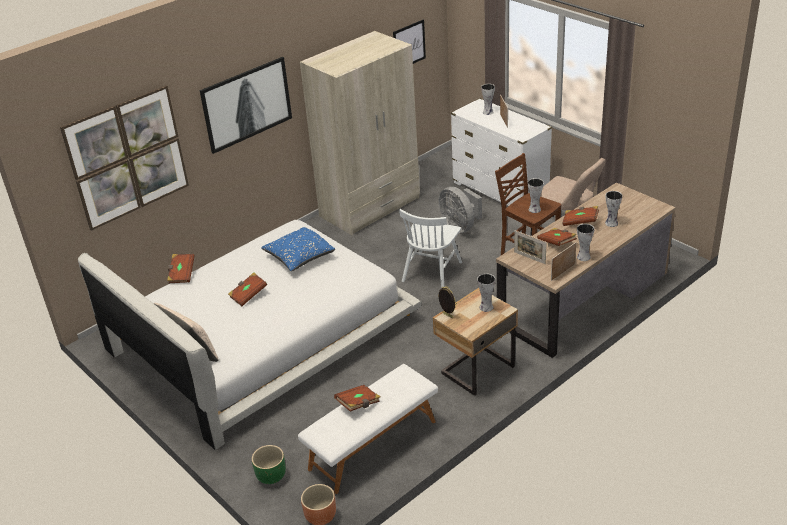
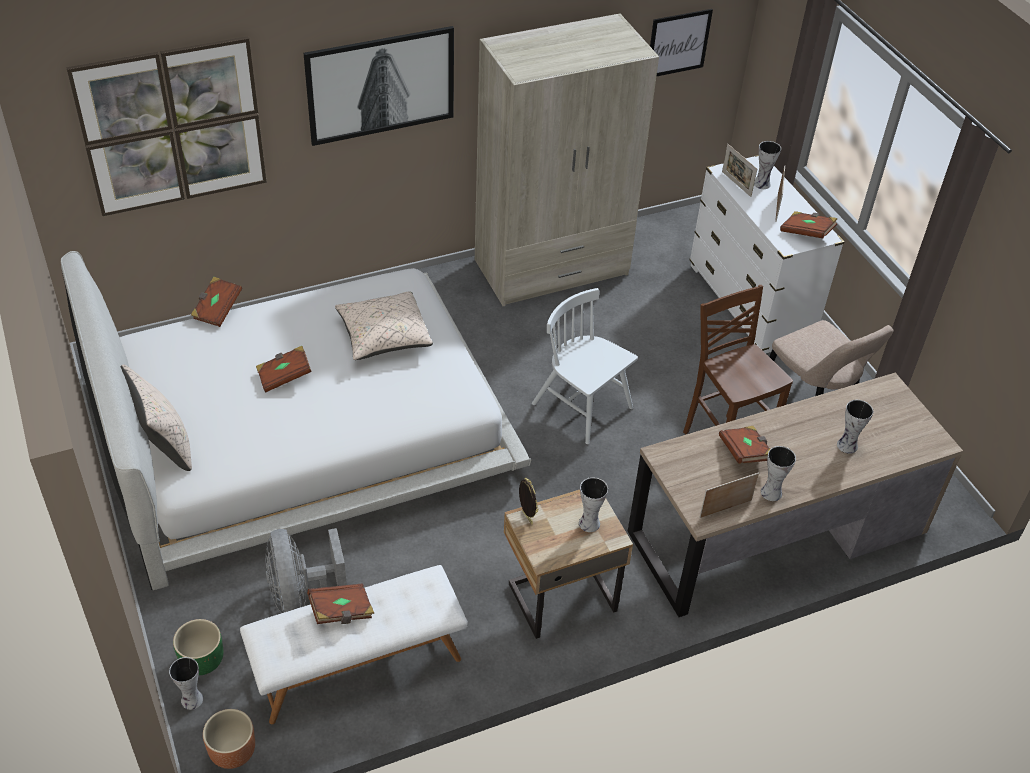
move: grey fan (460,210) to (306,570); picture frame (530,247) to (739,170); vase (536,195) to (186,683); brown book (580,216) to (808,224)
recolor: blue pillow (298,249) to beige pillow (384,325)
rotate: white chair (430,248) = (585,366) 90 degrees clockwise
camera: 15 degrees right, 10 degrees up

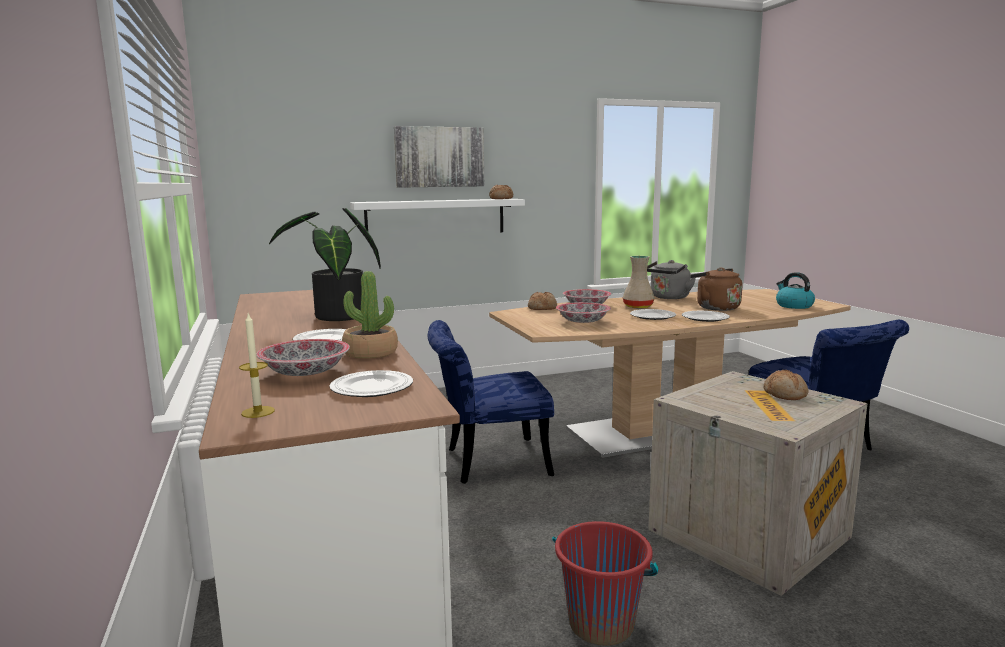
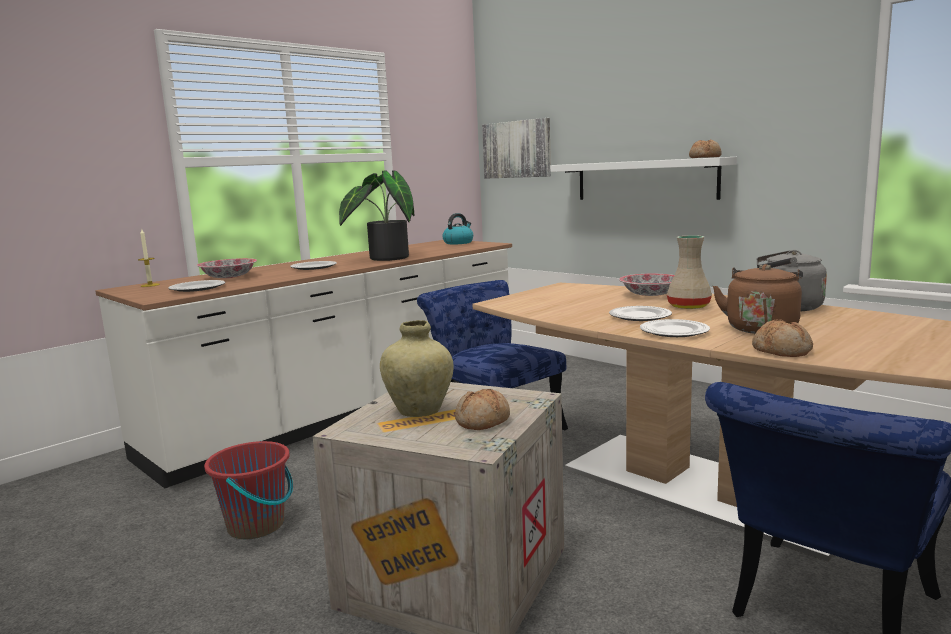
delete: potted plant (370,315); bowl (583,312)
insert: beige vase (416,368)
move: picture (439,157) to (516,148); bread (542,301) to (782,338); kettle (795,290) to (457,228)
camera: 65 degrees right, 0 degrees up

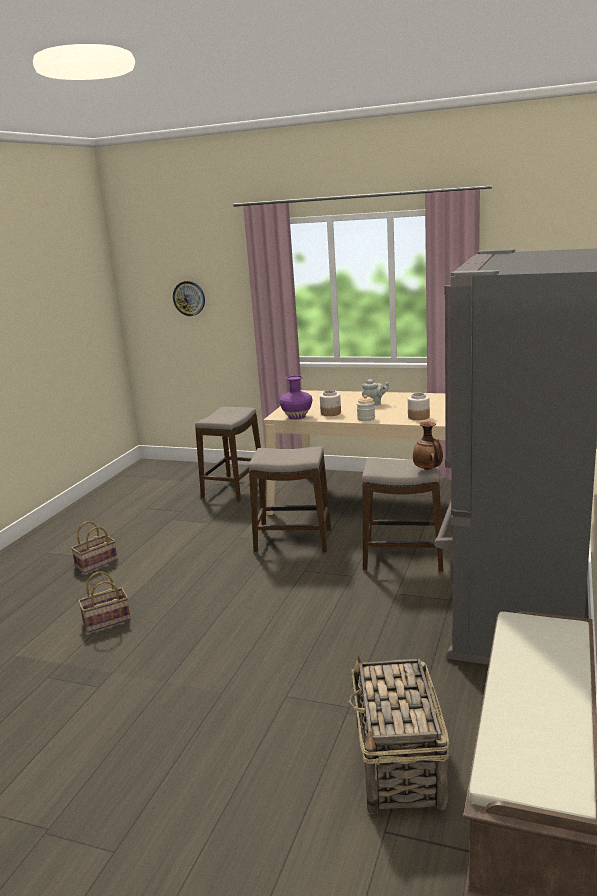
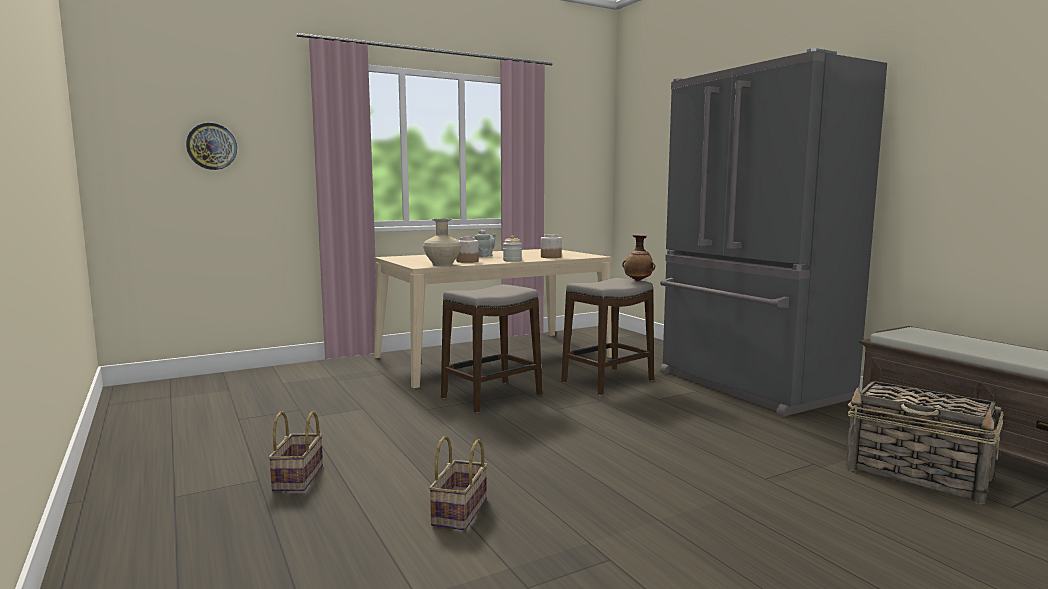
delete: stool (228,454)
recolor: purple vase (296,397) to beige vase (442,242)
camera: 50 degrees left, 10 degrees down

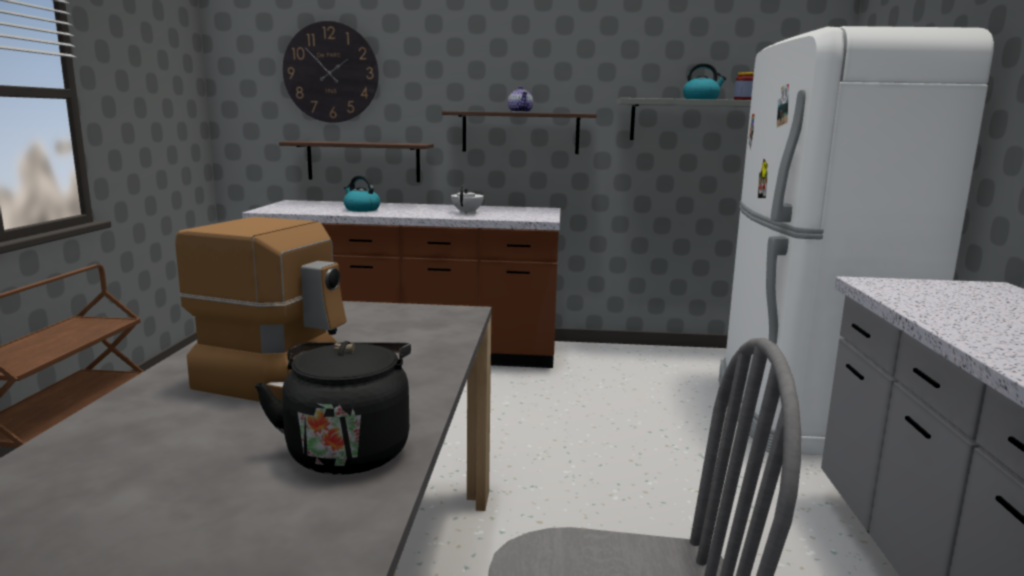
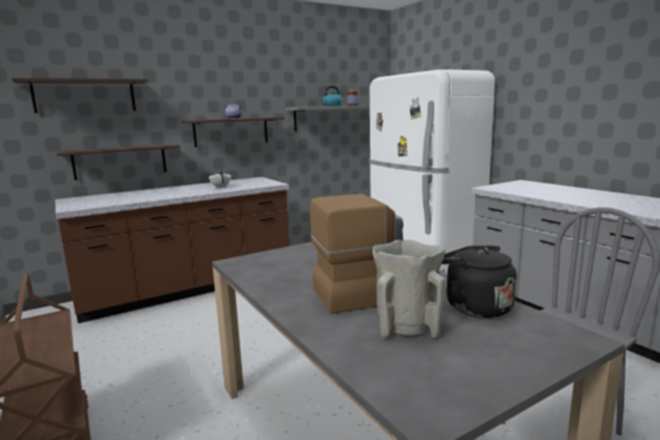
delete: kettle (361,193)
insert: beige vase (409,289)
replace: wall clock (331,72) to shelf (80,95)
camera: 35 degrees left, 0 degrees up

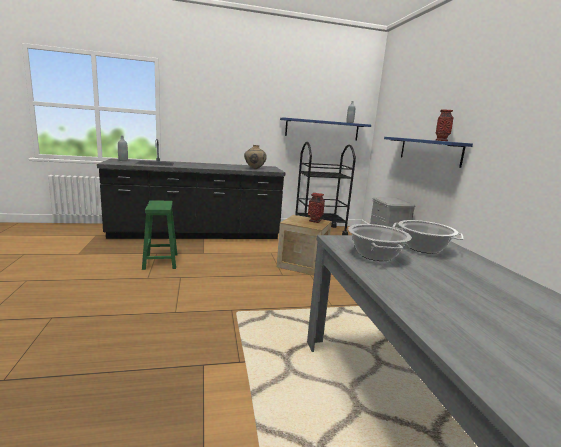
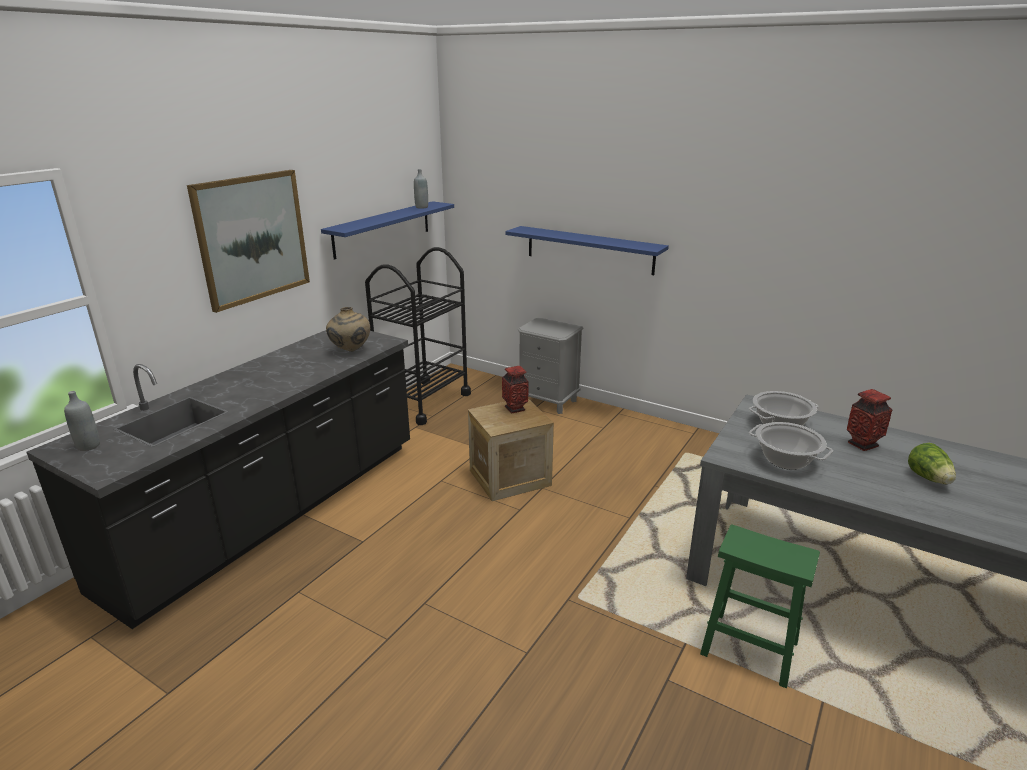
insert: picture (248,241); lettuce (932,463)
move: green stool (159,235) to (760,606); vase (445,125) to (869,420)
camera: 45 degrees left, 10 degrees up

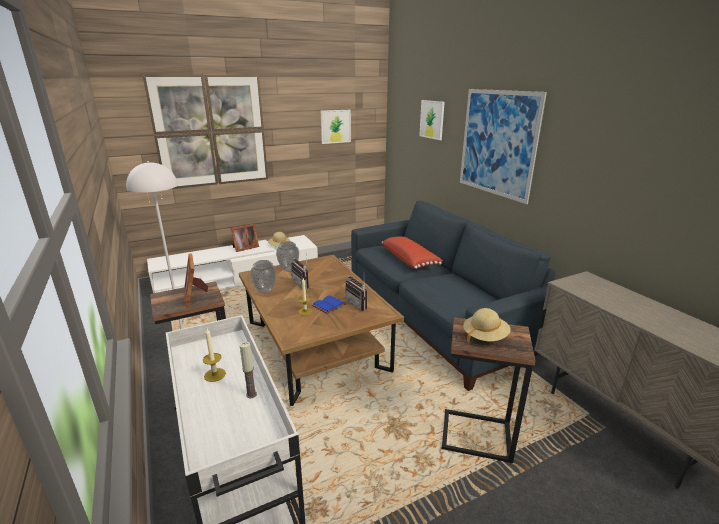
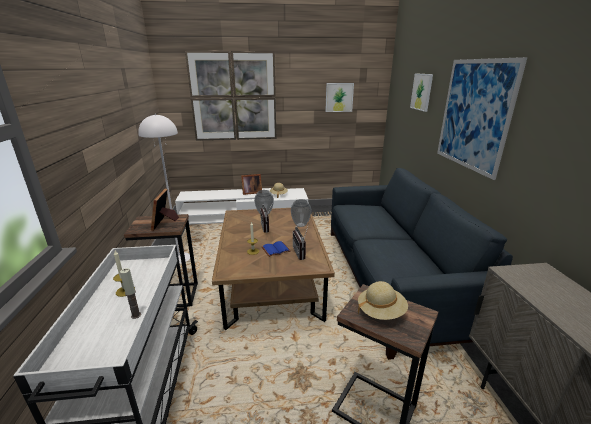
delete: red pillow (412,253)
move: vase (263,277) to (301,213)
camera: 20 degrees right, 0 degrees up

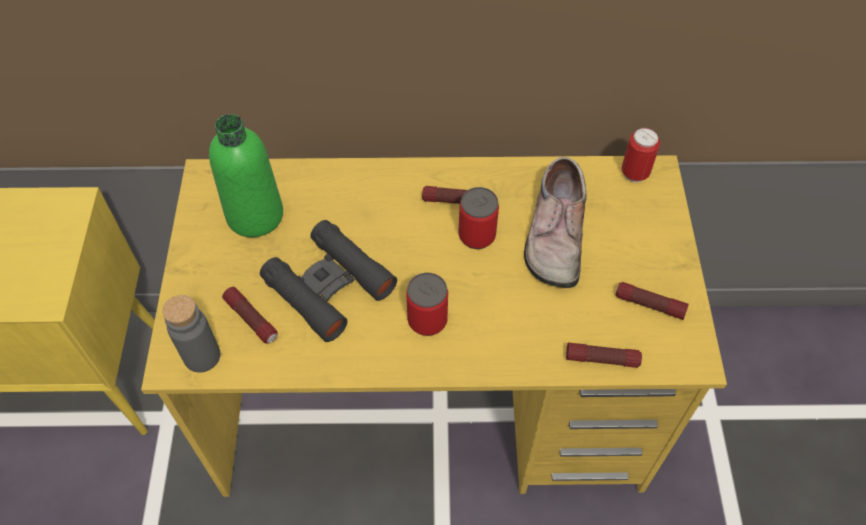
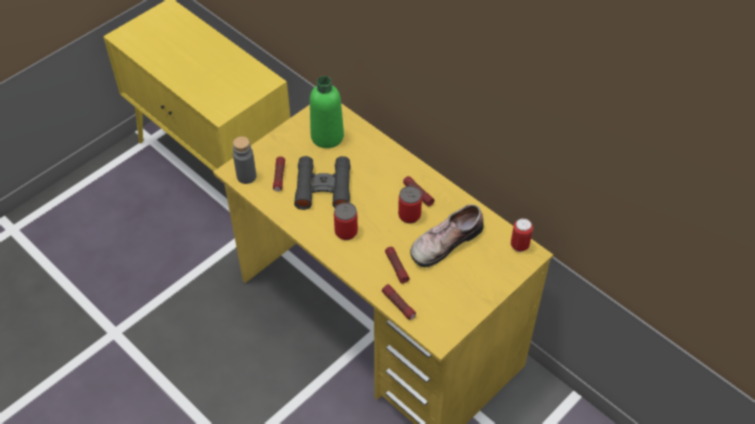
move: flashlight (652,301) to (397,265)
camera: 45 degrees right, 5 degrees down

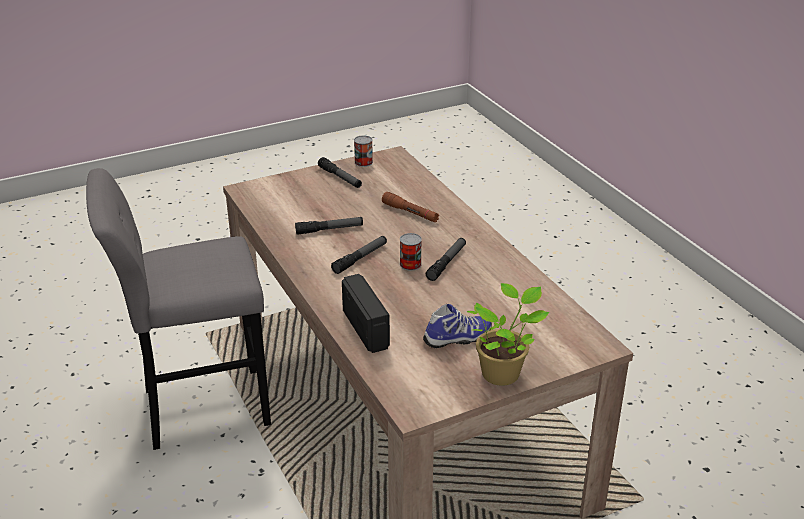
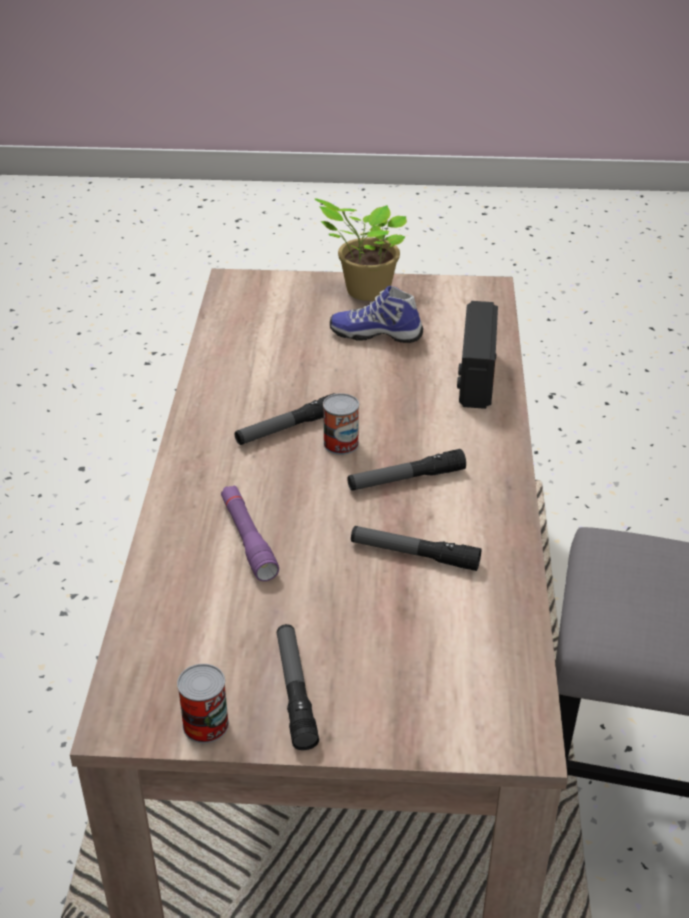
recolor: brown flashlight (410,207) to purple flashlight (250,533)
camera: 150 degrees left, 5 degrees up

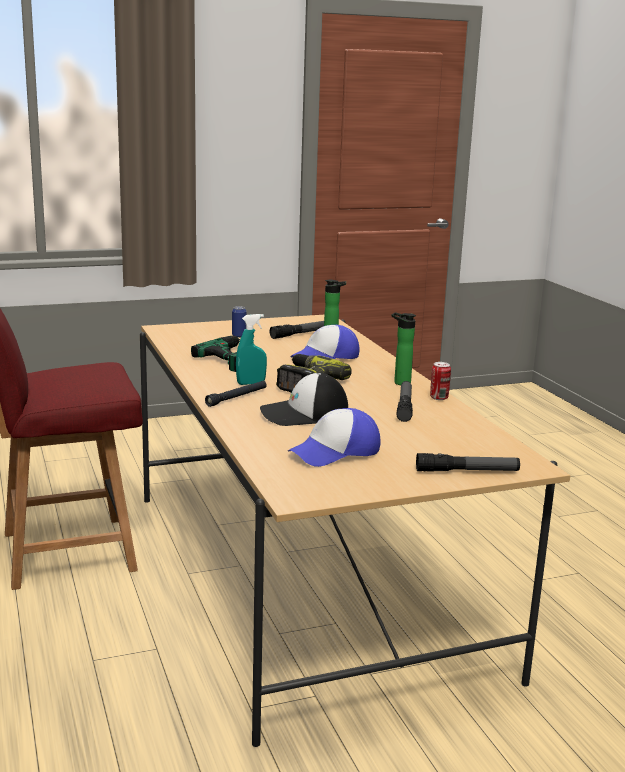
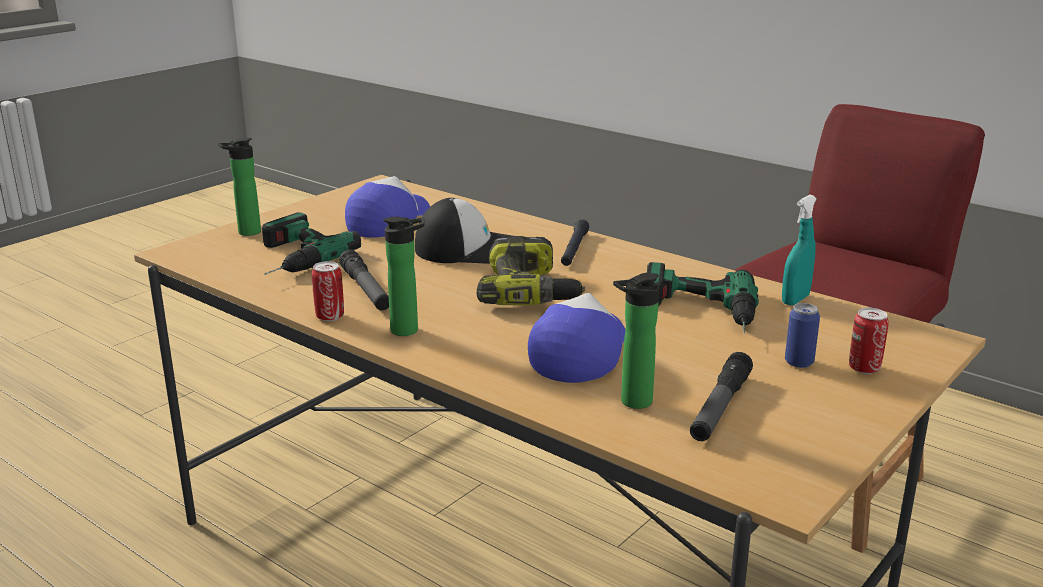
insert: power drill (311,243); can (869,341)
move: turquoise spray bottle (251,349) to (799,250)
replace: flashlight (468,462) to bottle (239,187)
rotate: cap (304,399) = (463,231) 45 degrees clockwise
camera: 150 degrees right, 5 degrees up

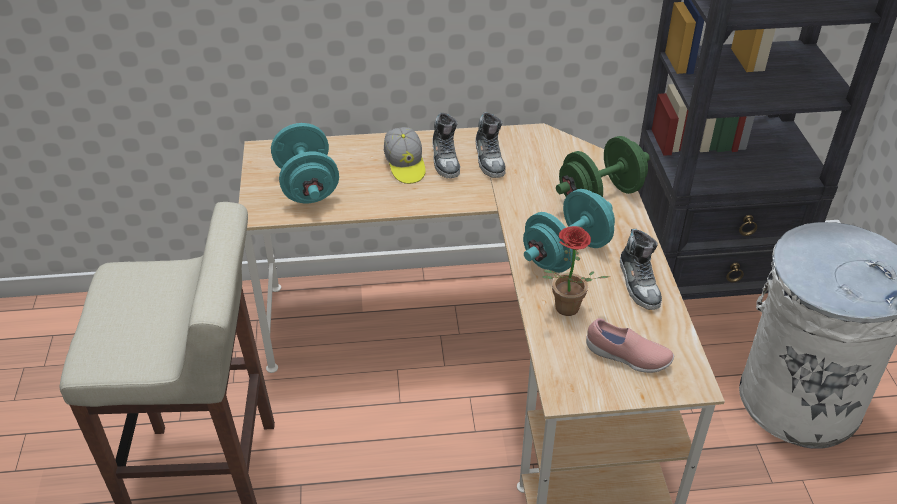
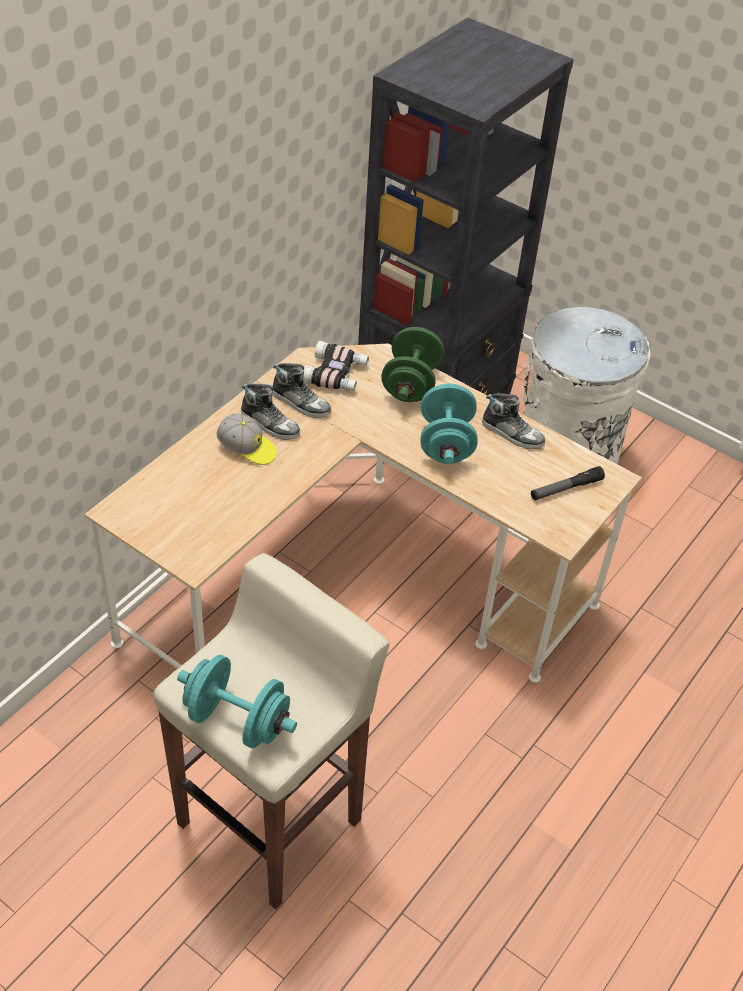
delete: potted plant (576,271)
insert: binoculars (336,366)
move: turquoise dumbbell (305,163) to (237,701)
replace: pink shoe (630,345) to flashlight (568,483)
camera: 50 degrees left, 5 degrees up

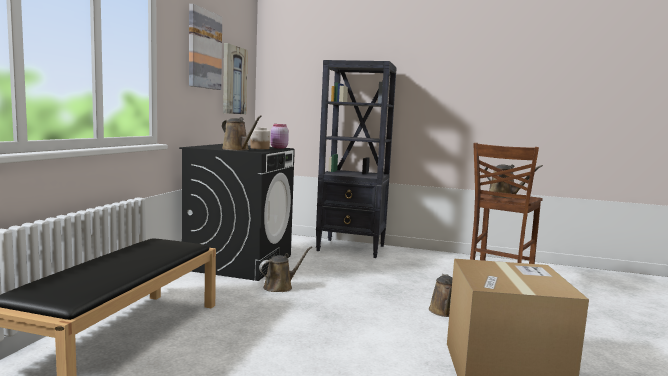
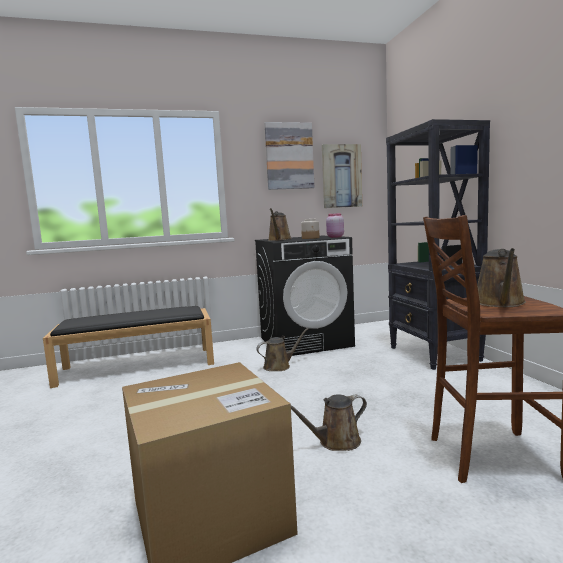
rotate: brown watering can (285,269) = (282,349) 45 degrees counterclockwise
camera: 60 degrees right, 0 degrees up

